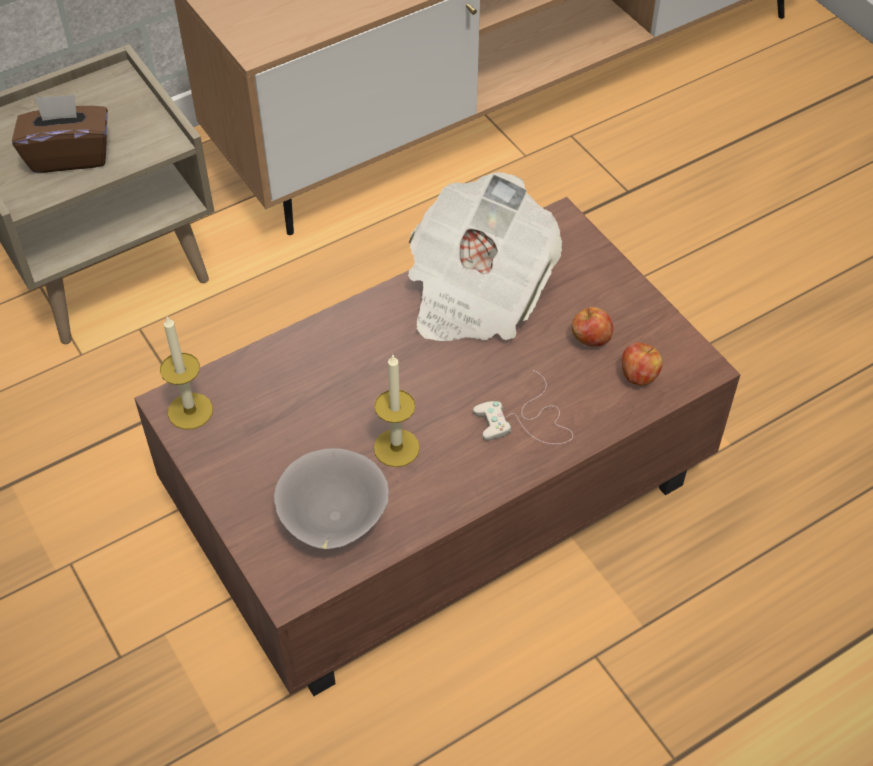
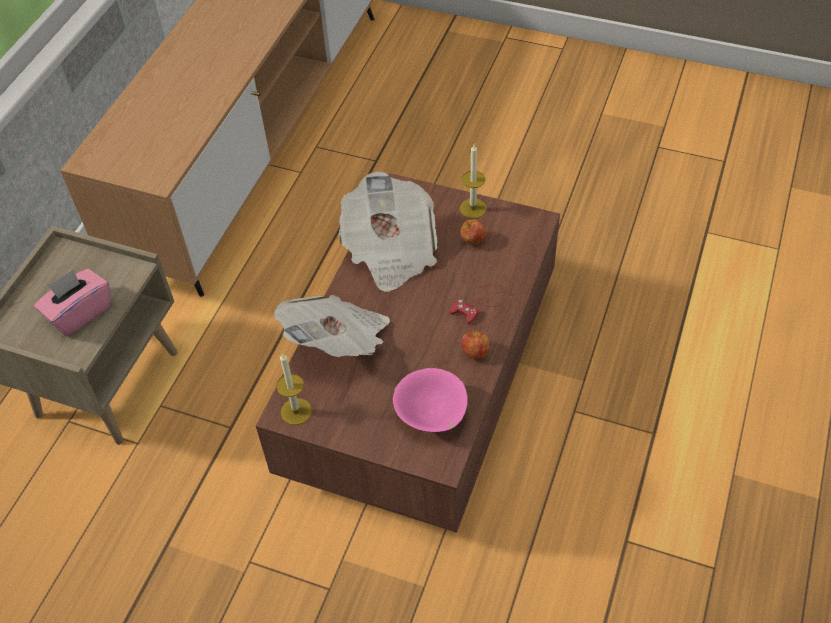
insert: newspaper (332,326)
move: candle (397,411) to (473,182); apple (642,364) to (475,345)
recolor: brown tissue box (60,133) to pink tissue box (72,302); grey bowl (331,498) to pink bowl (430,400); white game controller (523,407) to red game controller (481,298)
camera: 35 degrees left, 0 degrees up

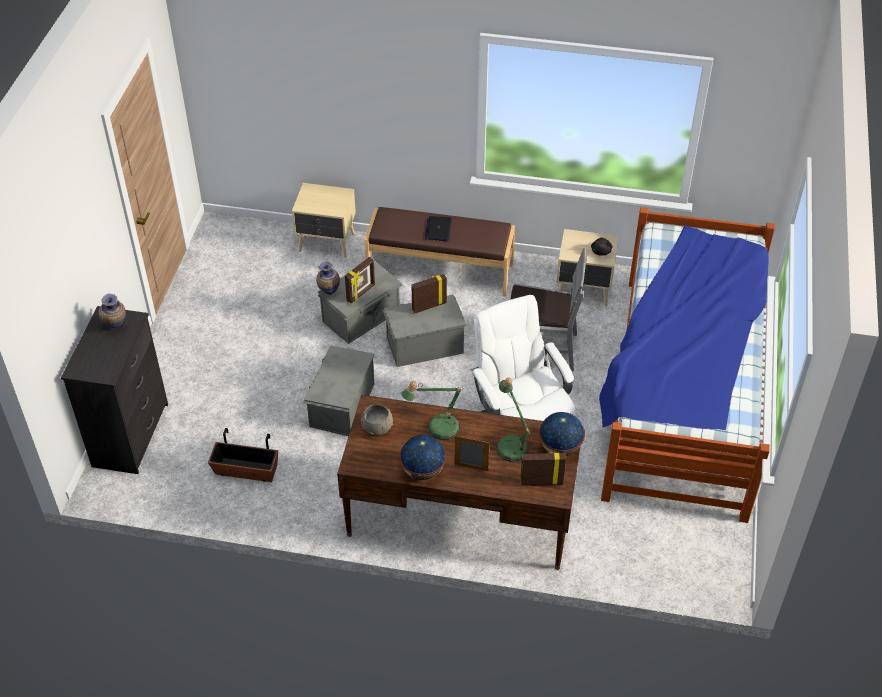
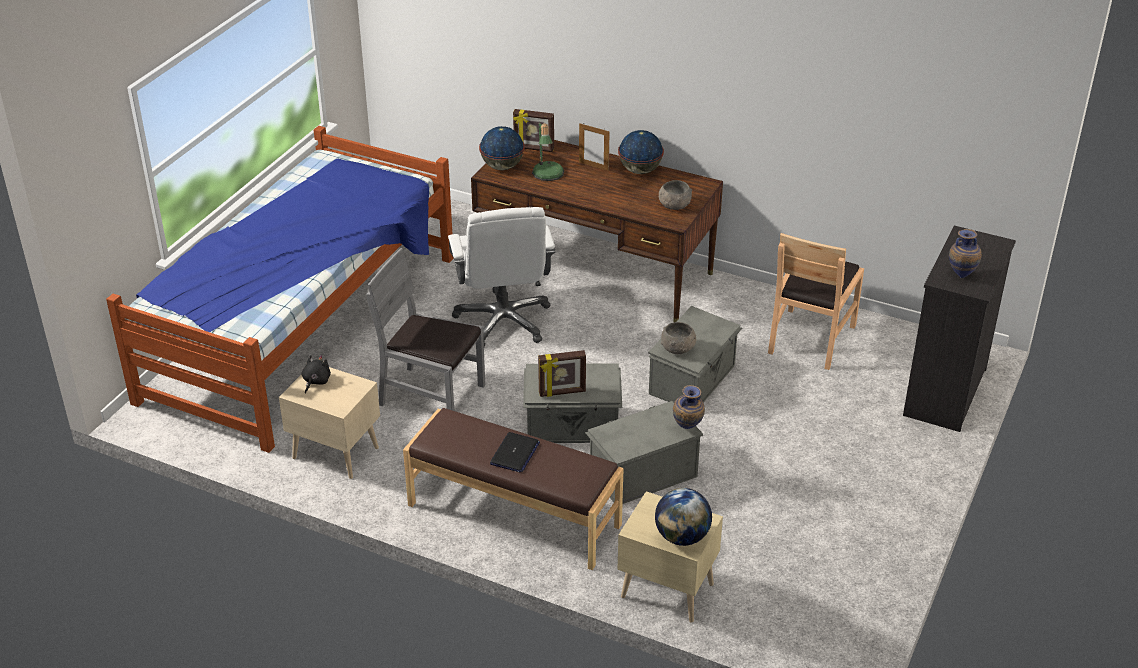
delete: picture frame (360,280); table lamp (432,410)
insert: globe (683,517); grey bowl (678,338)
replace: planter (243,455) to brown chair (816,301)
camera: 165 degrees left, 10 degrees down

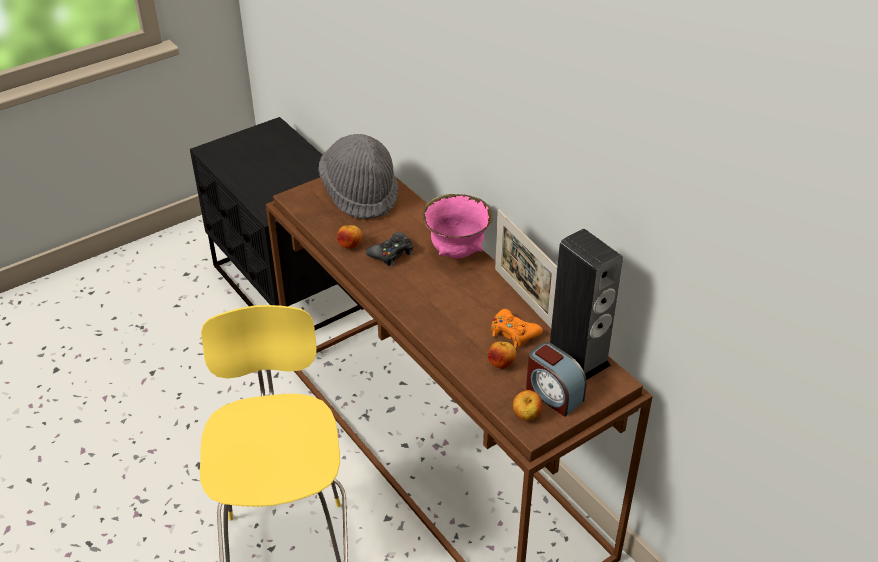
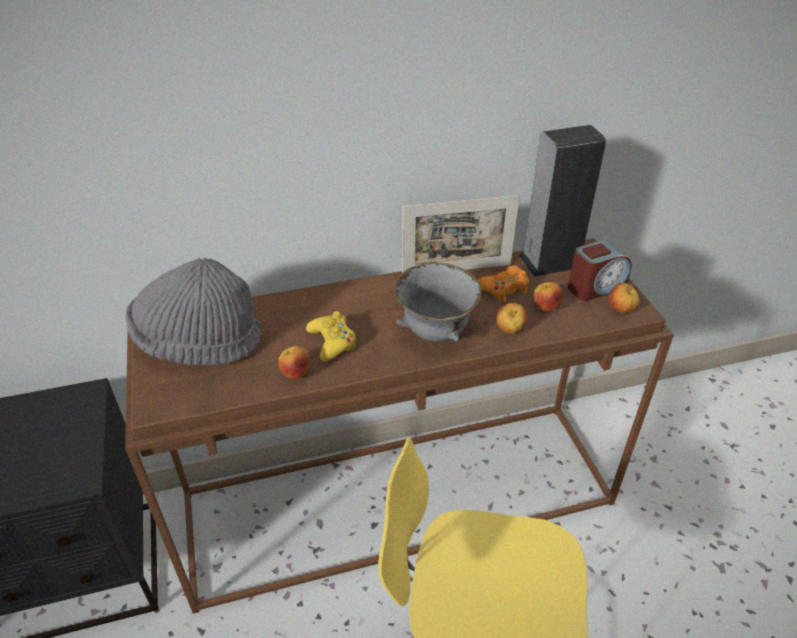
delete: pink bowl (457,226)
insert: grey bowl (438,302); apple (512,318)
recolor: black game controller (389,249) to yellow game controller (331,336)
camera: 70 degrees left, 0 degrees up

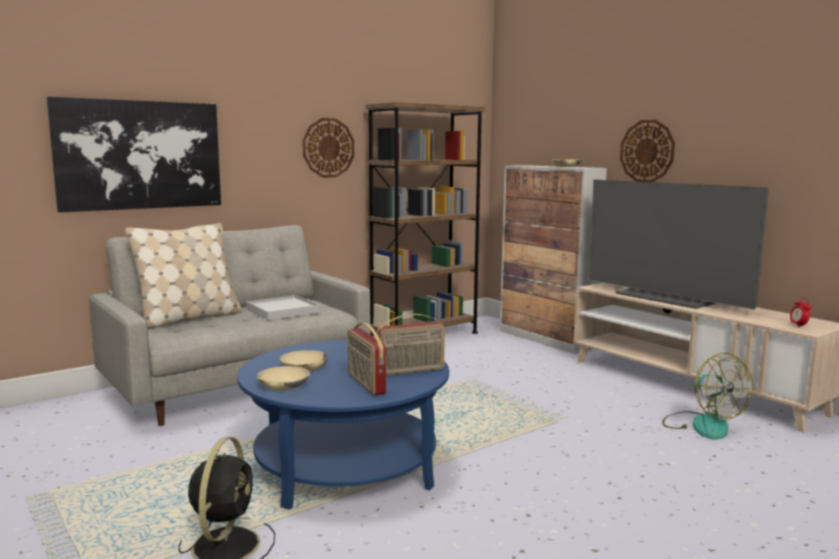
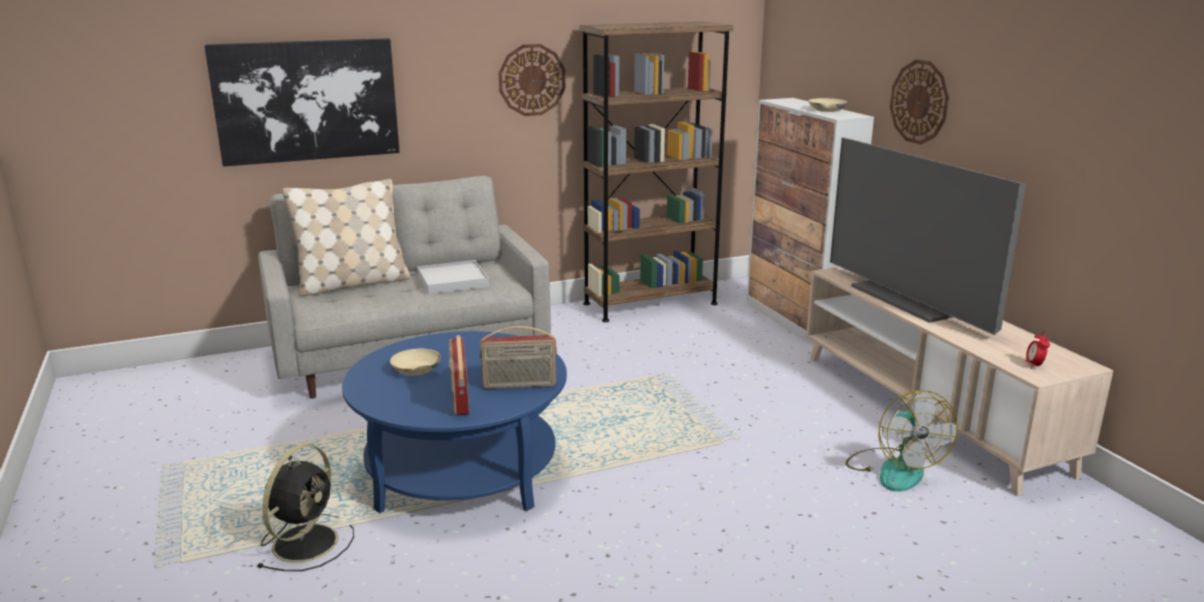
delete: beige bowl (283,378)
camera: 15 degrees right, 10 degrees up

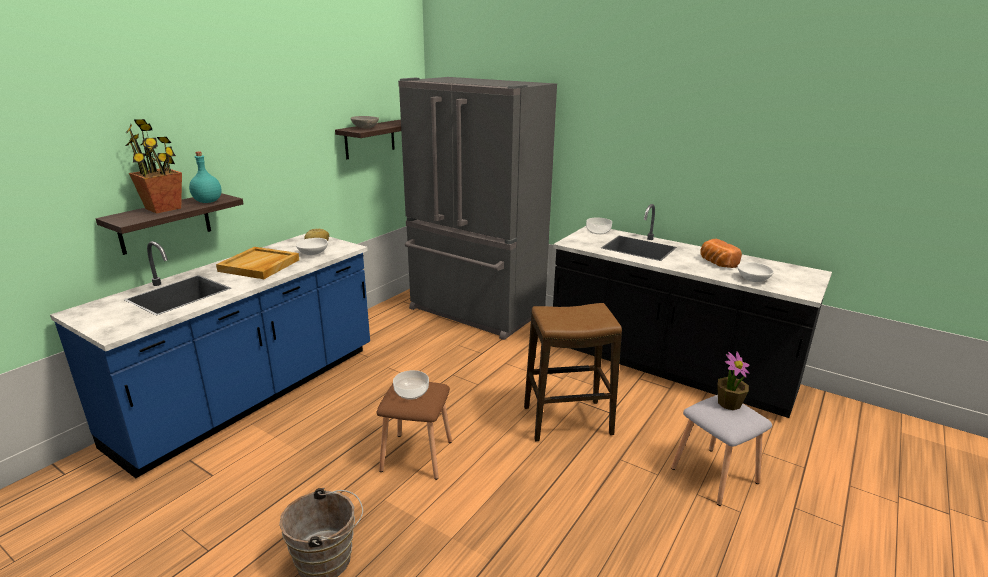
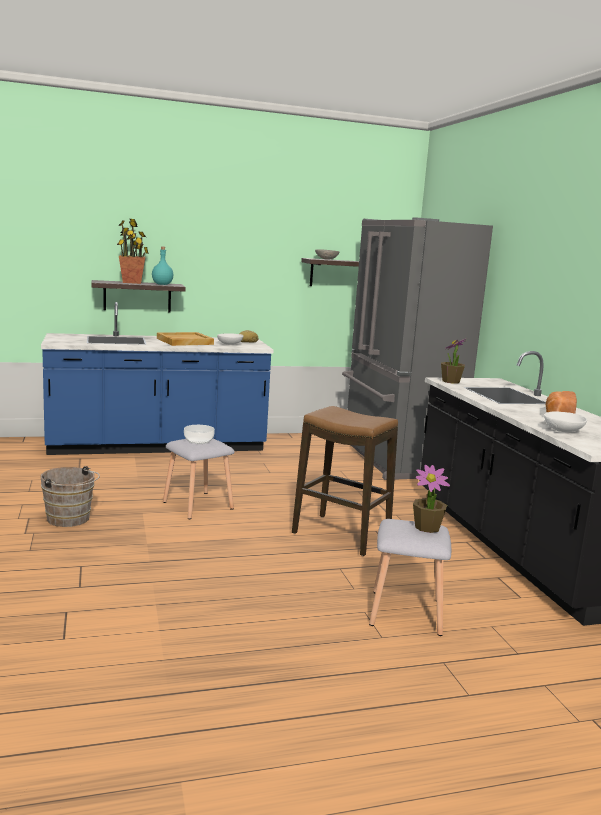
delete: bowl (599,226)
insert: potted plant (453,361)
recolor: brown stool (414,431) to grey stool (199,479)
camera: 40 degrees right, 10 degrees down

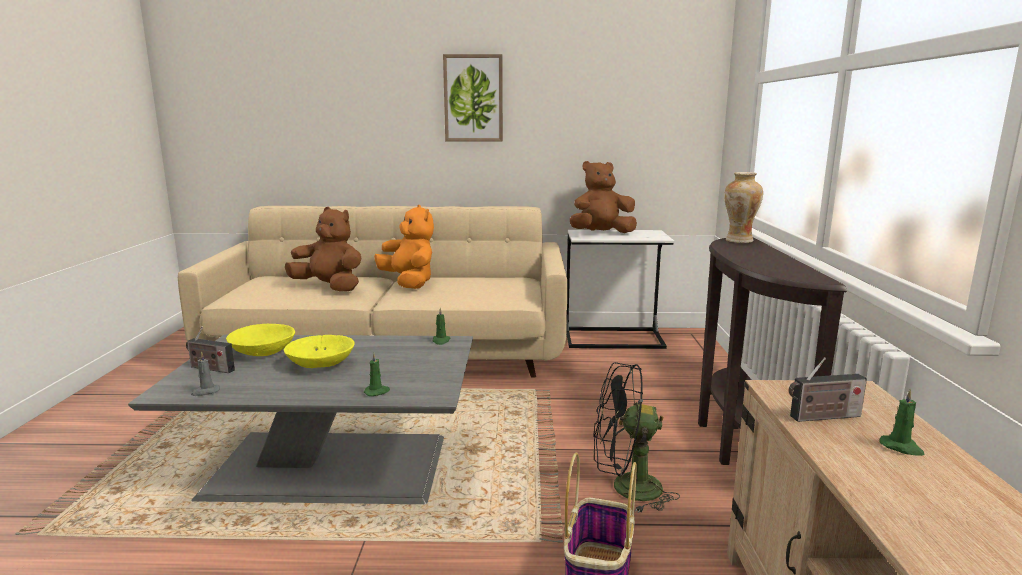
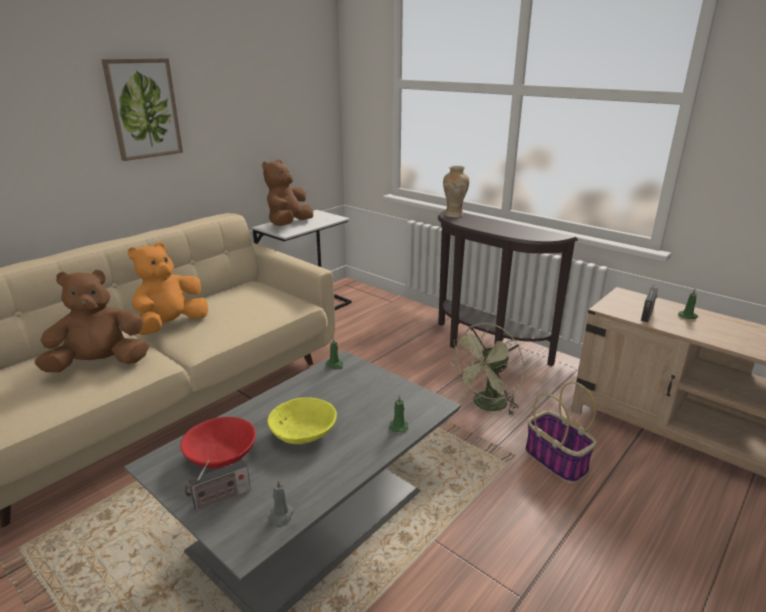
recolor: yellow bowl (260,340) to red bowl (218,442); black fan (636,437) to green fan (487,369)
rotate: orange plush toy (404,247) = (168,288) 60 degrees counterclockwise
camera: 50 degrees left, 10 degrees up

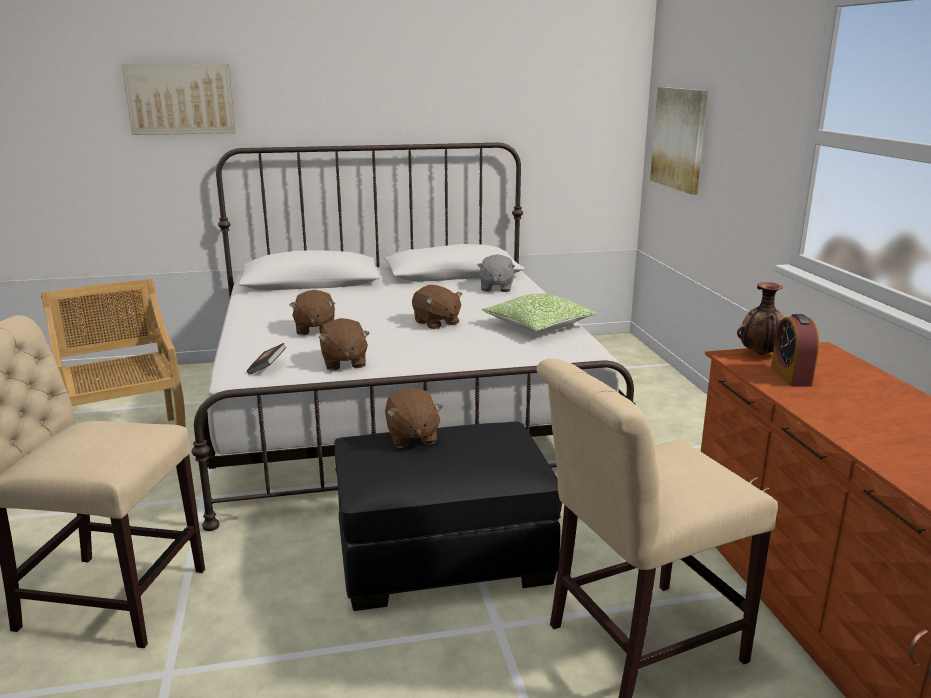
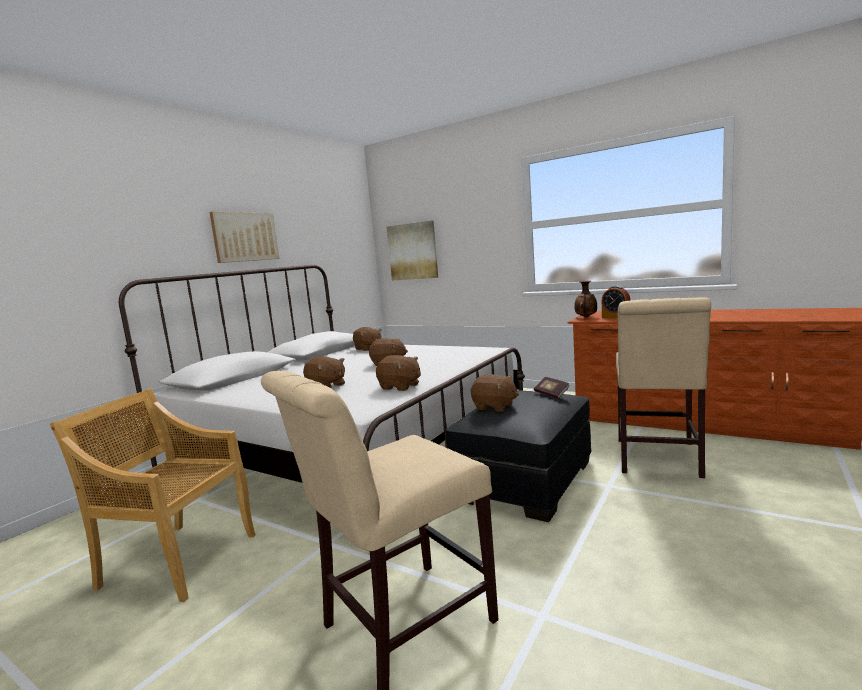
delete: pillow (539,312)
move: picture (179,99) to (245,237); book (267,359) to (552,388)
recolor: grey plush toy (496,273) to brown plush toy (367,339)
camera: 45 degrees left, 10 degrees down

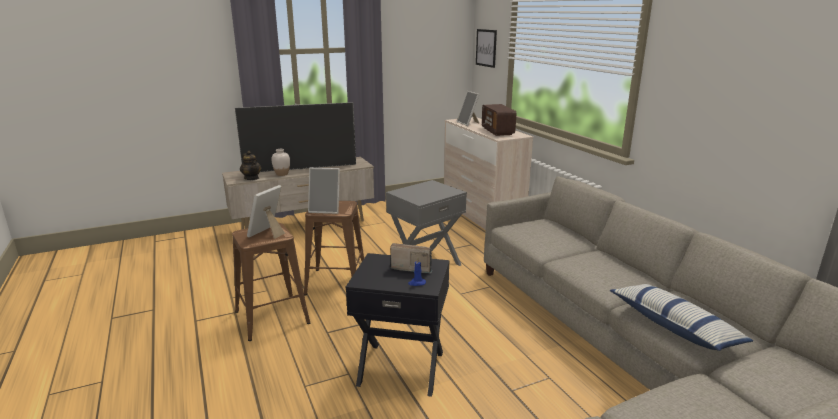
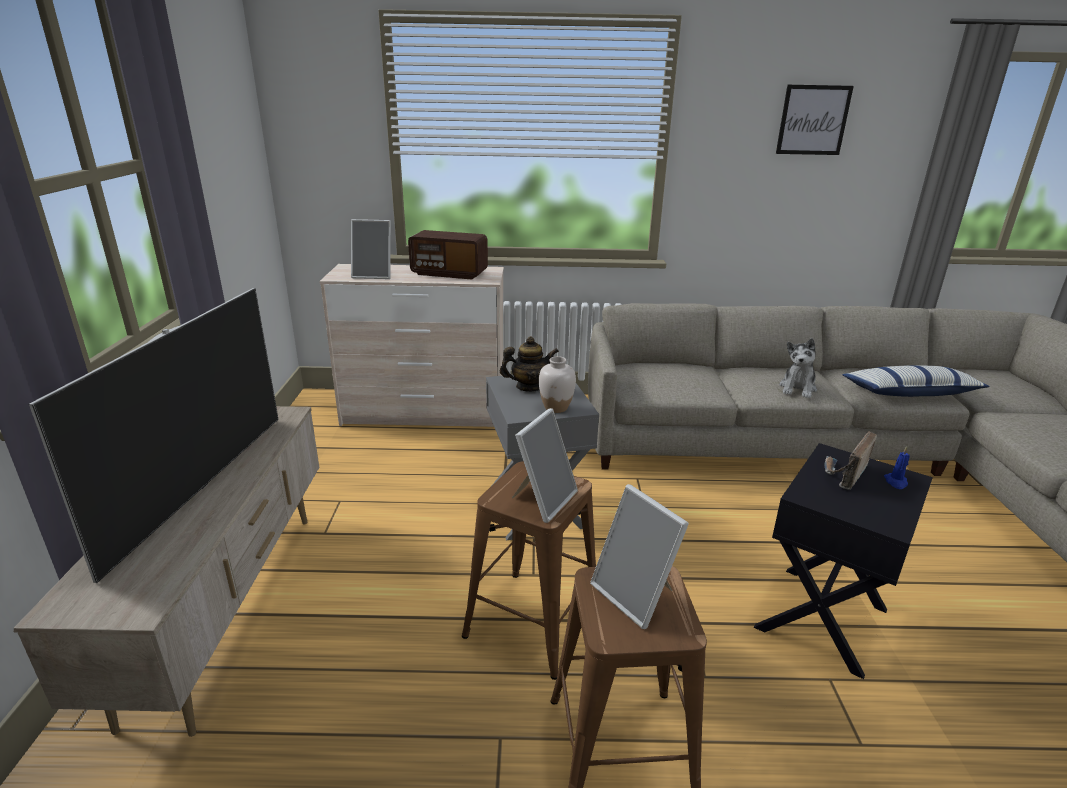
insert: plush toy (798,368)
move: teapot (250,165) to (529,364); white vase (280,162) to (557,384); picture (486,48) to (815,120)
camera: 65 degrees left, 5 degrees up

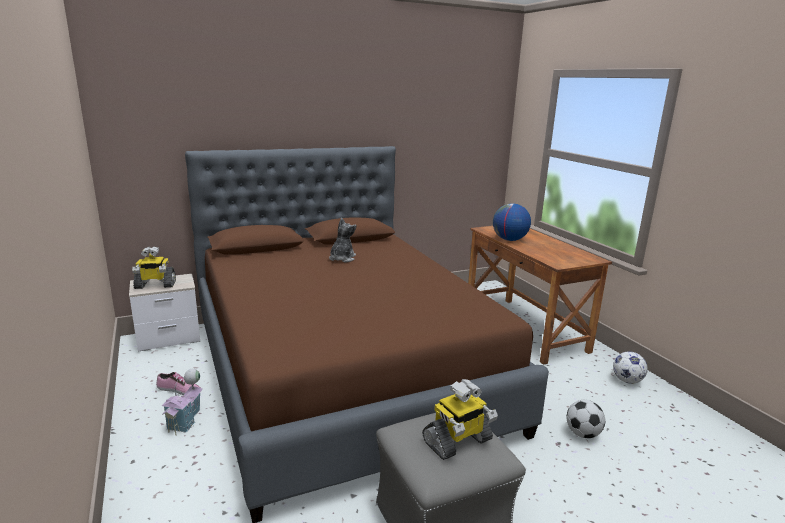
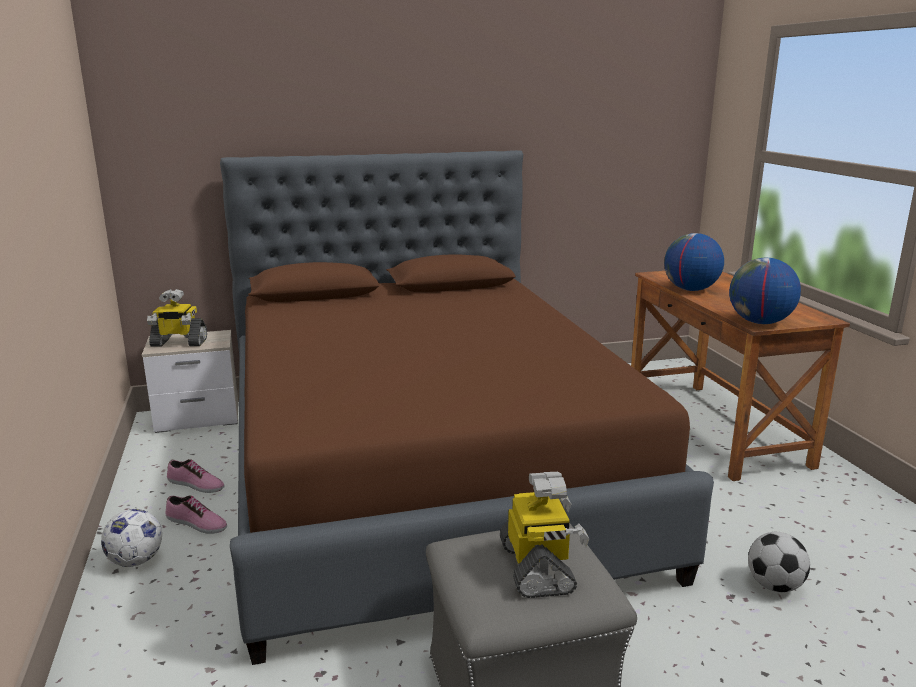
delete: plush toy (343,240)
insert: globe (765,291)
move: football (630,367) to (131,538)
replace: toy house (182,402) to shoe (196,514)
rotate: toy robot (460,419) = (544,535) 75 degrees counterclockwise
camera: 10 degrees right, 0 degrees up

